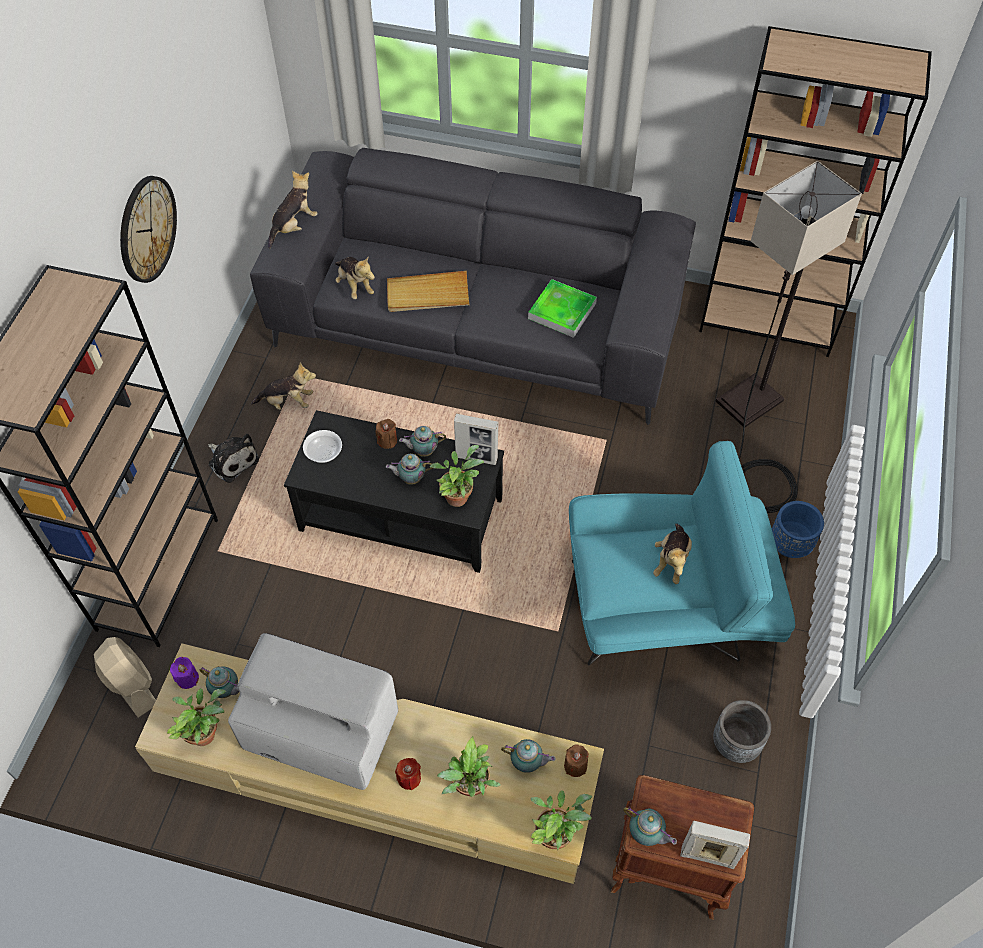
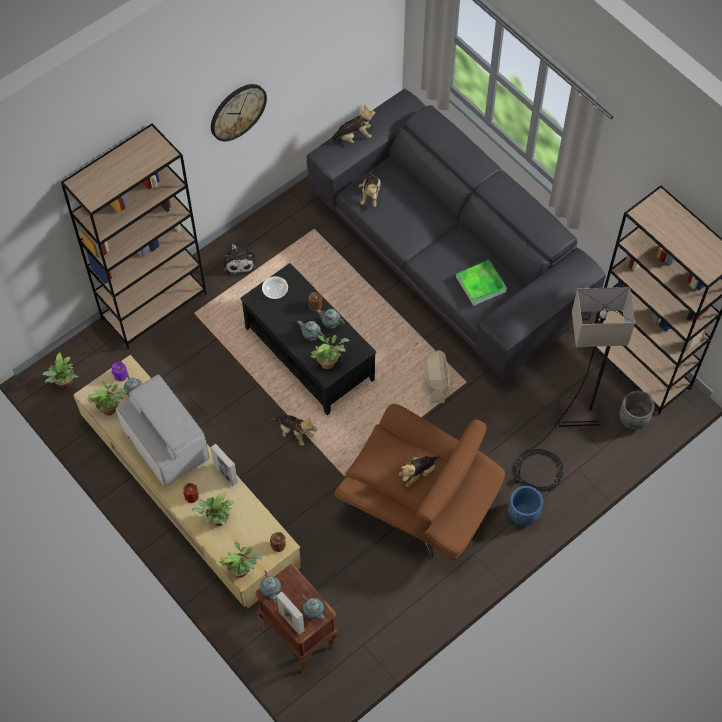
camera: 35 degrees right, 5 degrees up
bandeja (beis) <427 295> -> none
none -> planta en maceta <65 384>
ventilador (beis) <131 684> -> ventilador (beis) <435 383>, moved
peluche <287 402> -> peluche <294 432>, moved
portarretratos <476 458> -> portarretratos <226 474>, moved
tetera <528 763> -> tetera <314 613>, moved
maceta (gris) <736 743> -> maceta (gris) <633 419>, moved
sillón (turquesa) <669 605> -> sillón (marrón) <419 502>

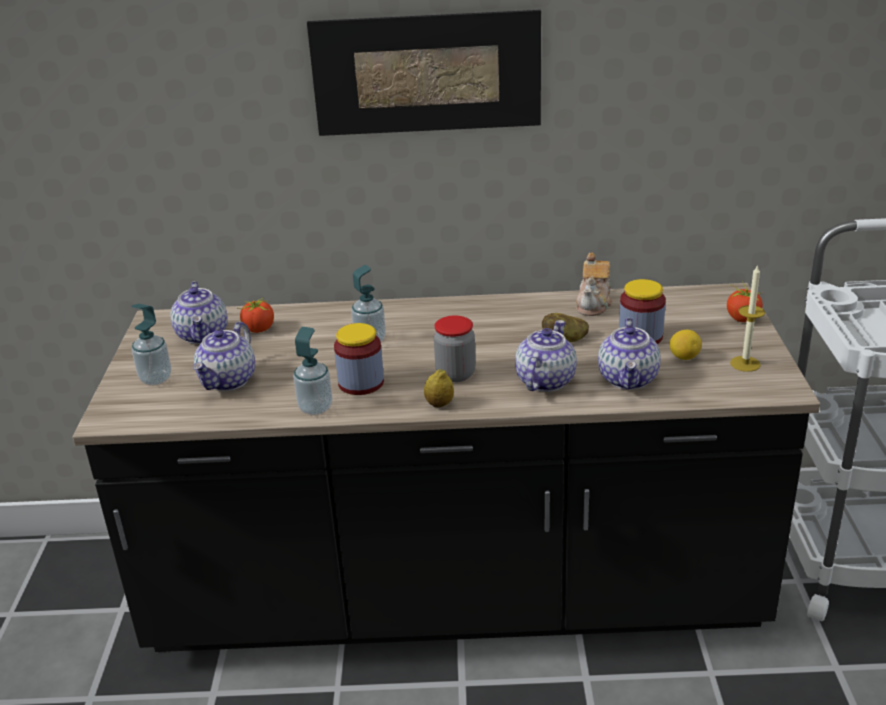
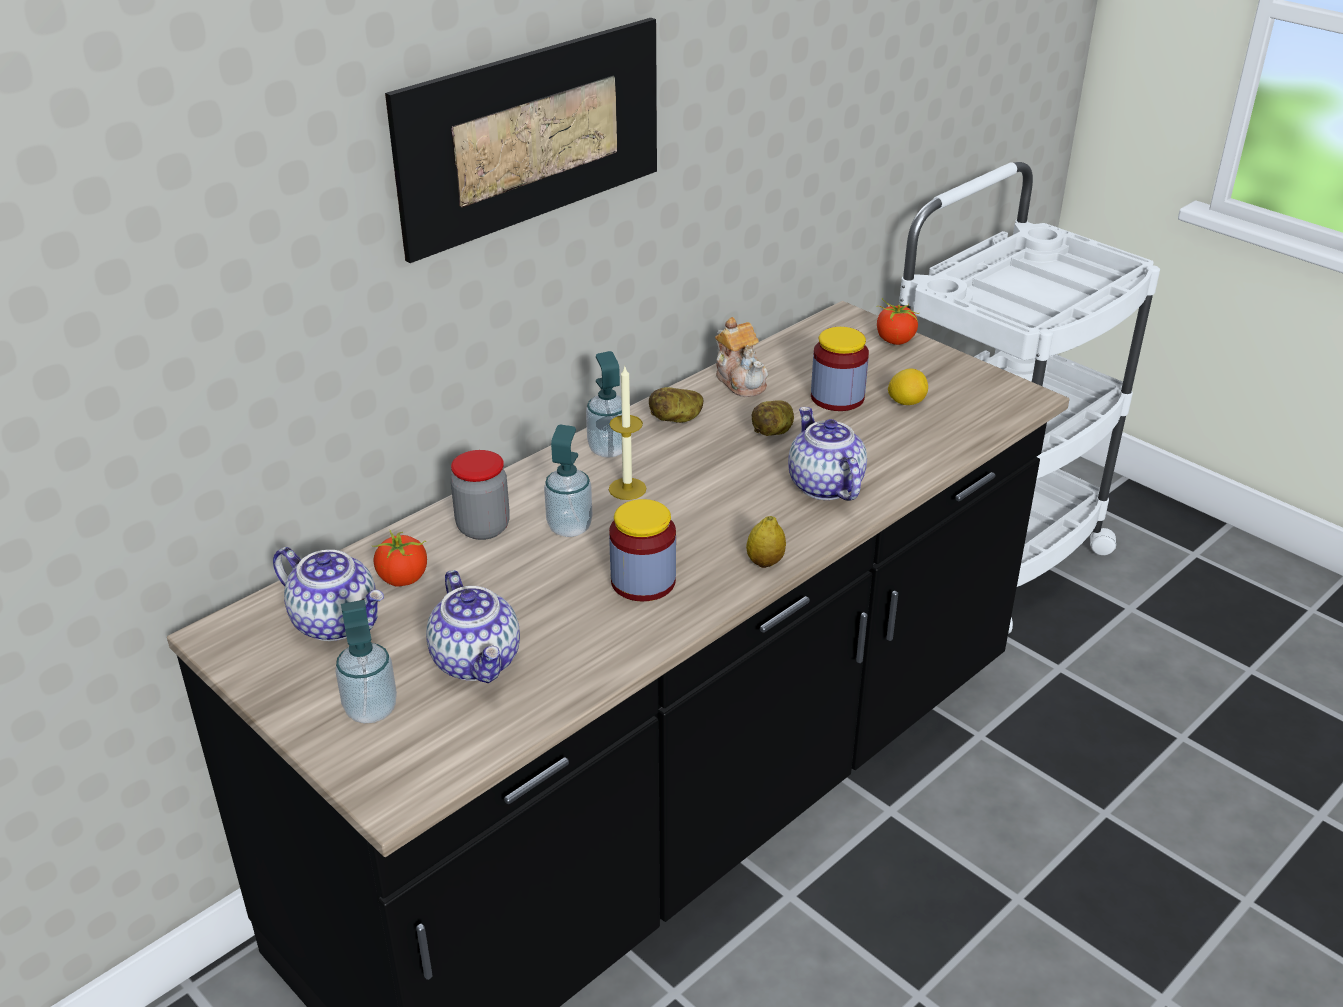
camera: 45 degrees left, 5 degrees up
tetera <629 379> -> none
none -> patata <677 419>
dispensador de jabón <315 408> -> dispensador de jabón <608 449>, moved
tarro <455 374> -> tarro <483 528>, moved
vela <745 364> -> vela <627 489>, moved

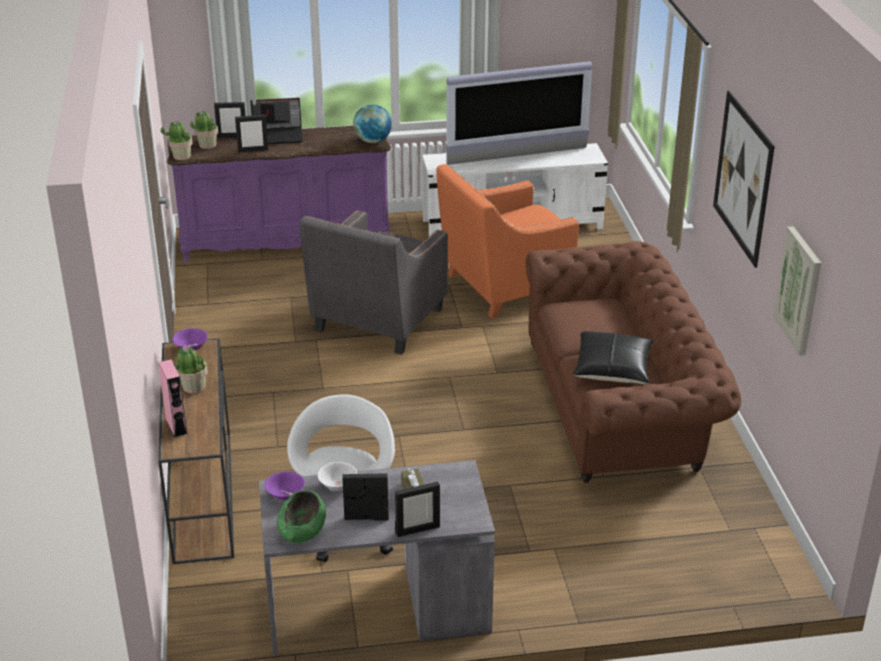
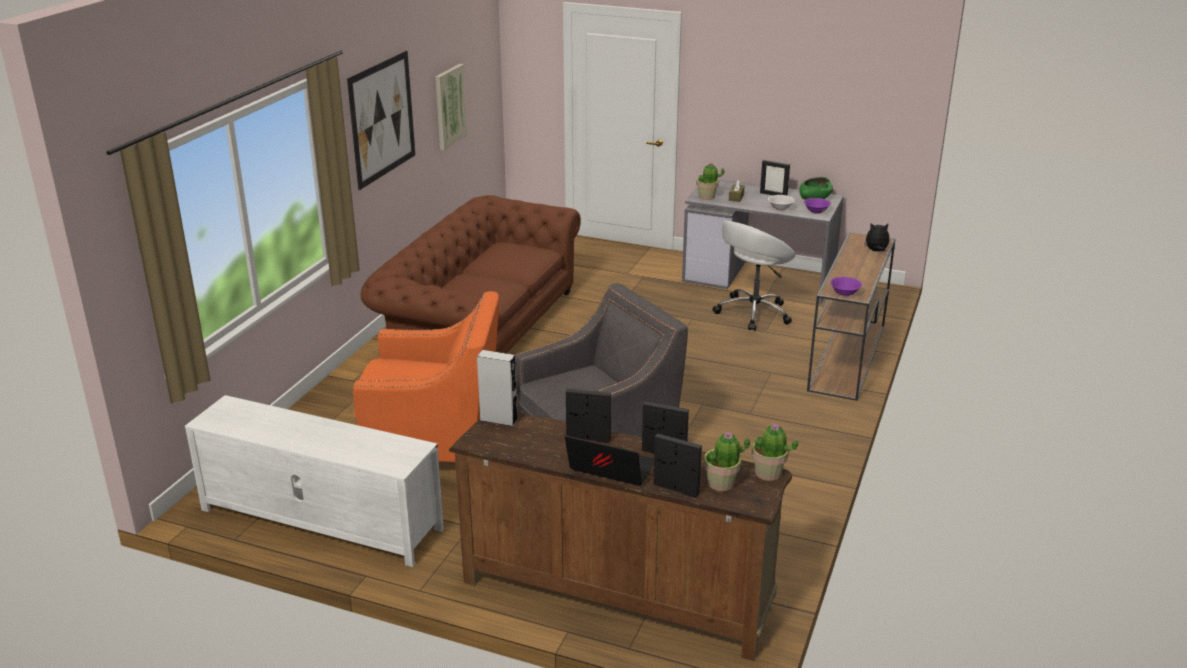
camera: 150 degrees left, 5 degrees down
televisor <517 156> -> none
cojín (negro) <612 368> -> none
planta en maceta <193 387> -> planta en maceta <707 197>, moved
portarretratos <417 529> -> portarretratos <588 439>, moved
altavoz (rosa) <176 426> -> peluche <876 251>
globo terráqueo <373 141> -> altavoz (gris) <498 420>
armario (morado) <286 243> -> armario (beis) <617 593>

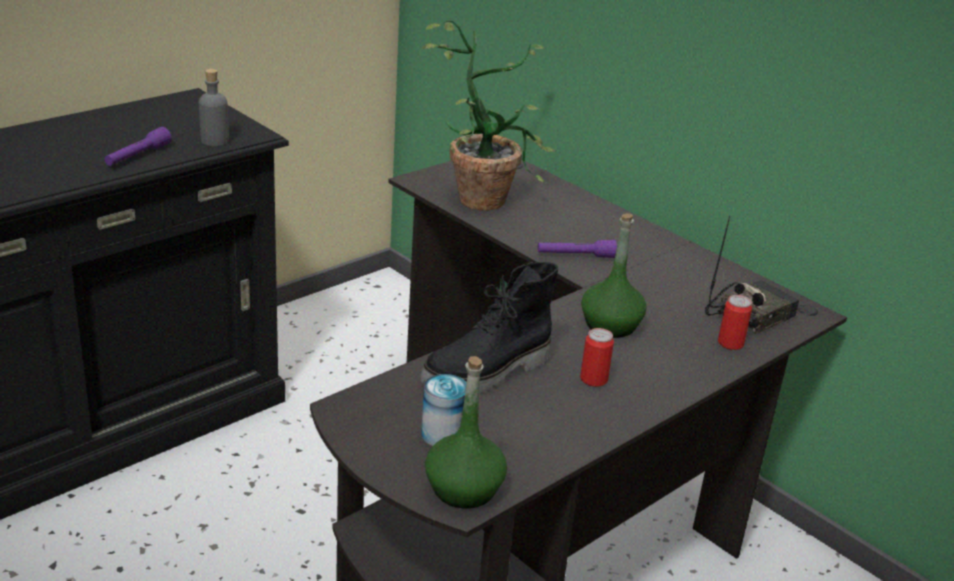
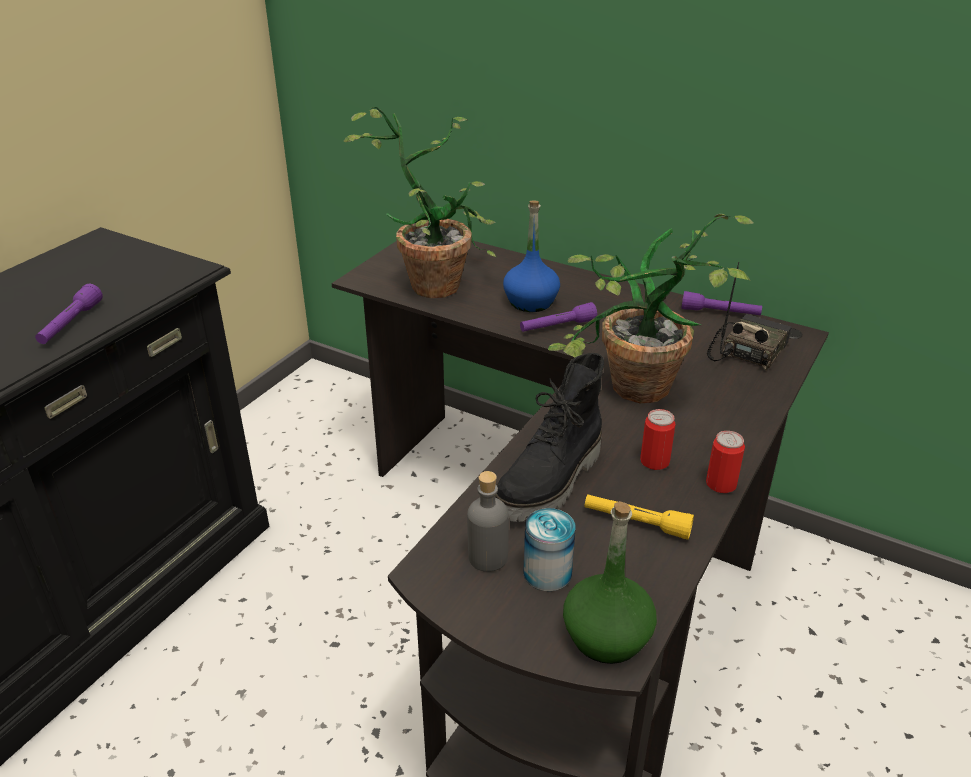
camera: 15 degrees left, 5 degrees up
none -> botella (azul) <530 302>
none -> linterna (amarillo) <636 523>
none -> linterna (morado) <720 313>
botella (gris) <215 141> -> botella (gris) <487 557>, moved
lata <730 343> -> lata <721 484>, moved
botella (verde) <610 325> -> planta en maceta <633 395>

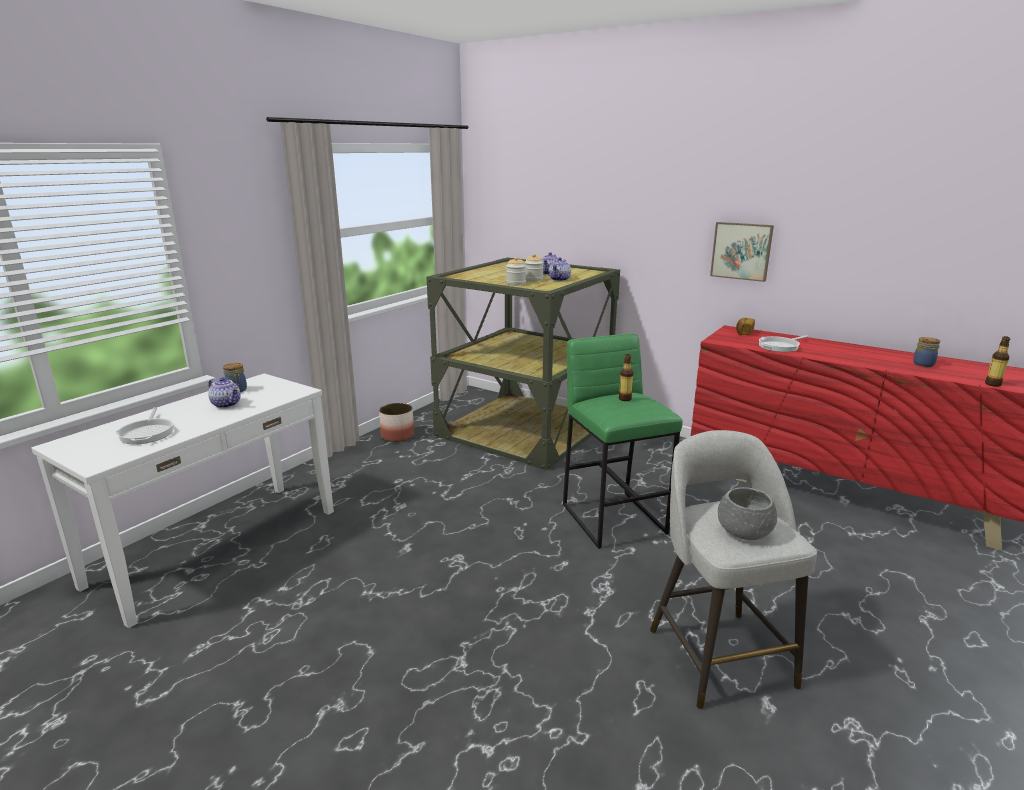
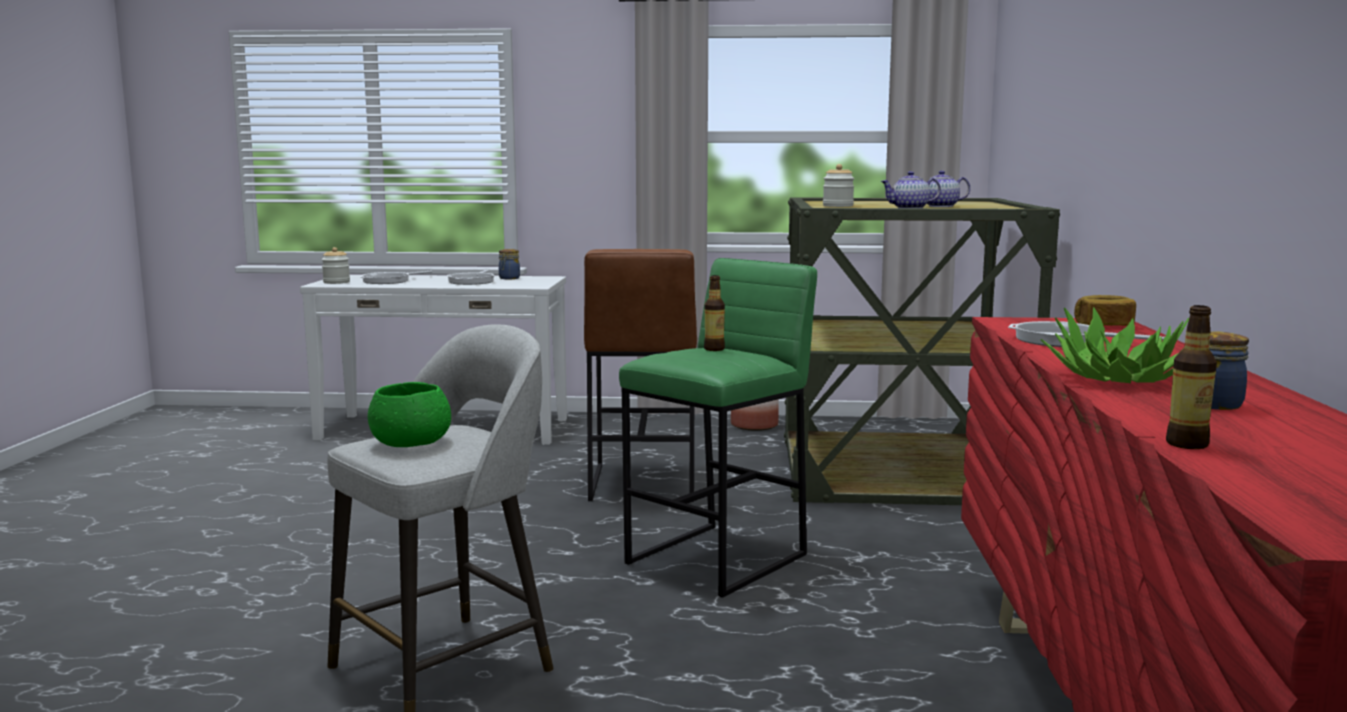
camera: 60 degrees right, 10 degrees down
cuadro <741 251> -> none
none -> taburete (marrón) <643 484>
none -> planta en maceta <1118 377>
tarro <533 279> -> tarro <336 282>, moved
tetera <227 404> -> sartén <472 281>
cuenco (gris) <745 531> -> cuenco (verde) <411 442>

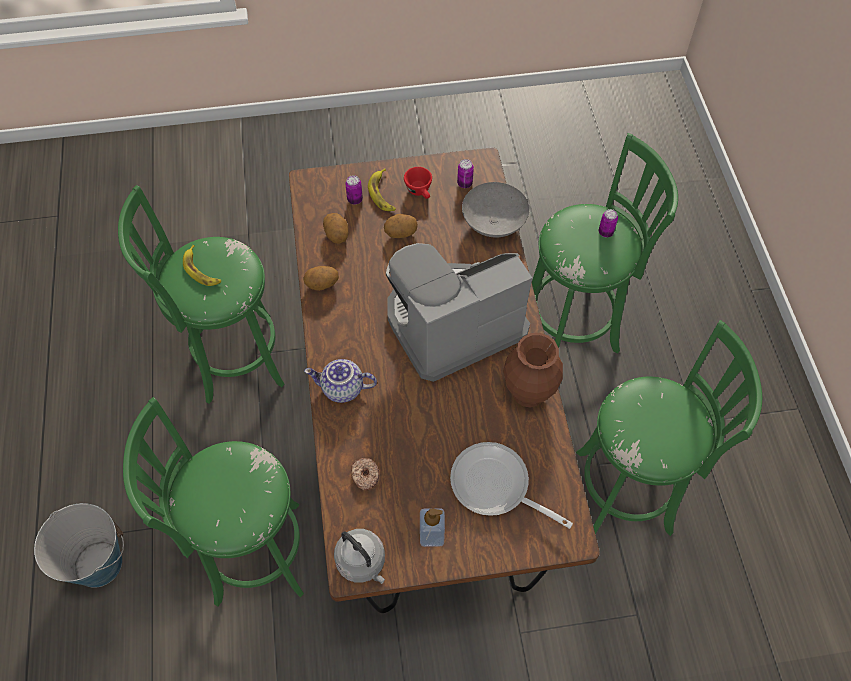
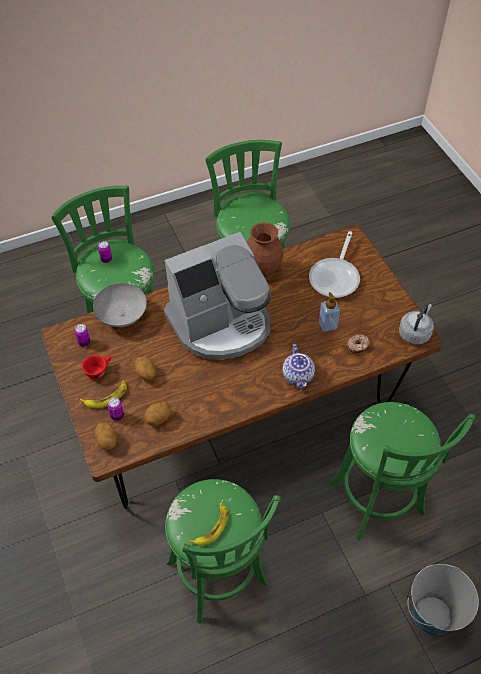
camera: 105 degrees left, 5 degrees down
patata <322 285> -> patata <107 441>, moved
dispensador de jabón <431 535> -> dispensador de jabón <327 324>, moved
cafetera <452 323> -> cafetera <221 323>, 75 degrees counterclockwise

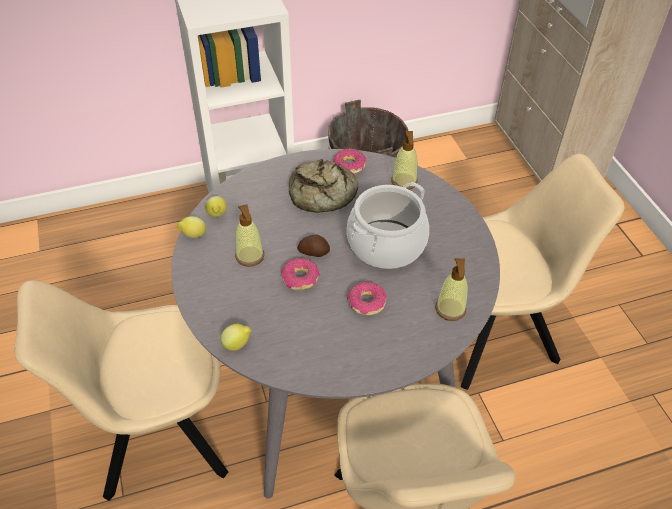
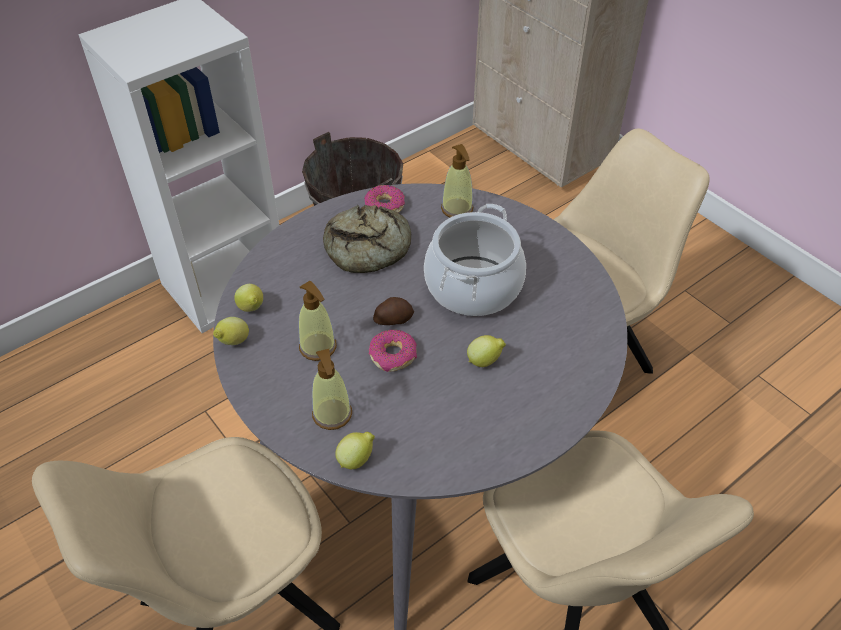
camera: 20 degrees left, 0 degrees up
dispensador de jabón <450 309> -> dispensador de jabón <332 414>, moved
rosquilla <366 302> -> limón <485 361>

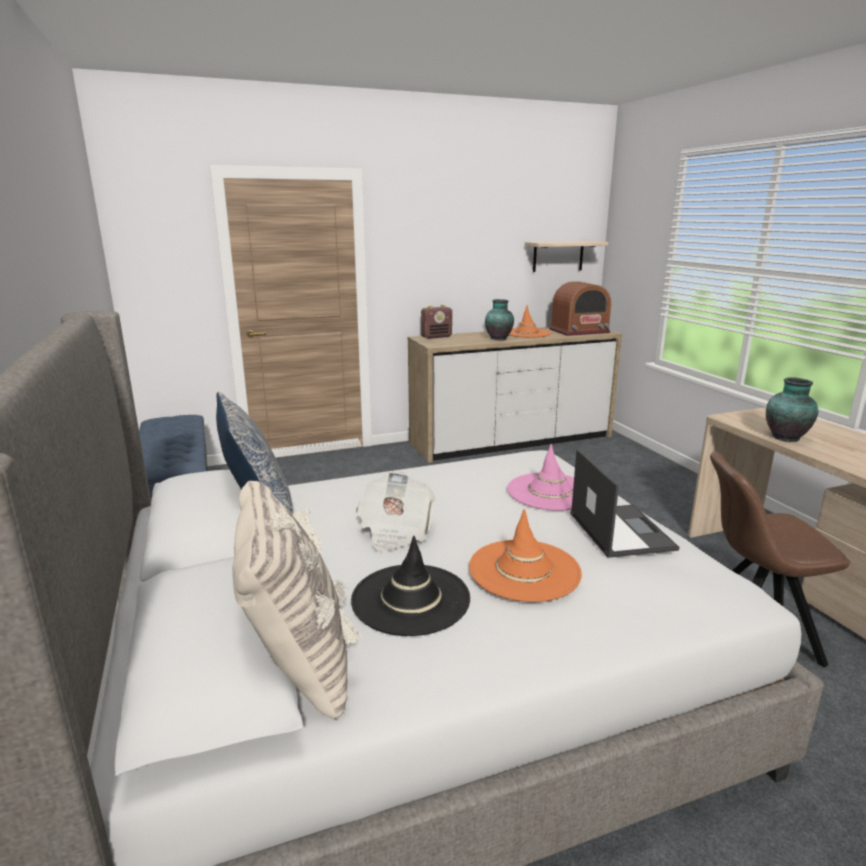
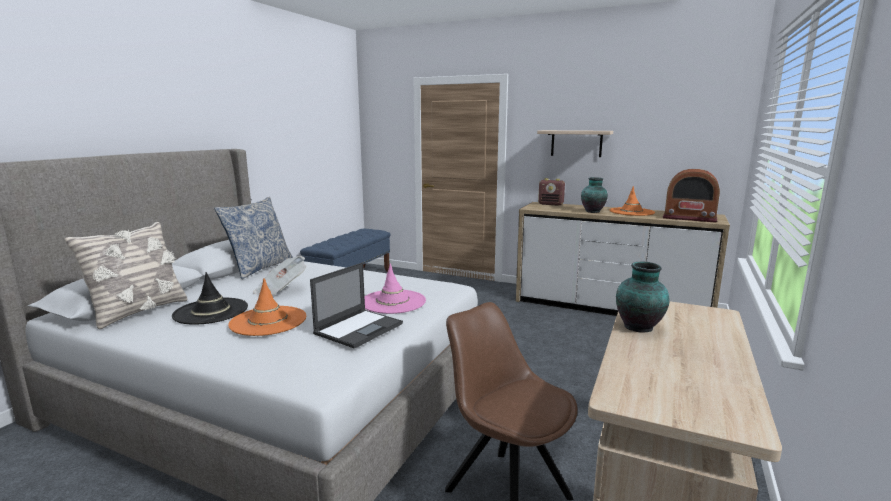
camera: 45 degrees right, 5 degrees down
estante <558 256> -> estante <576 143>, moved

